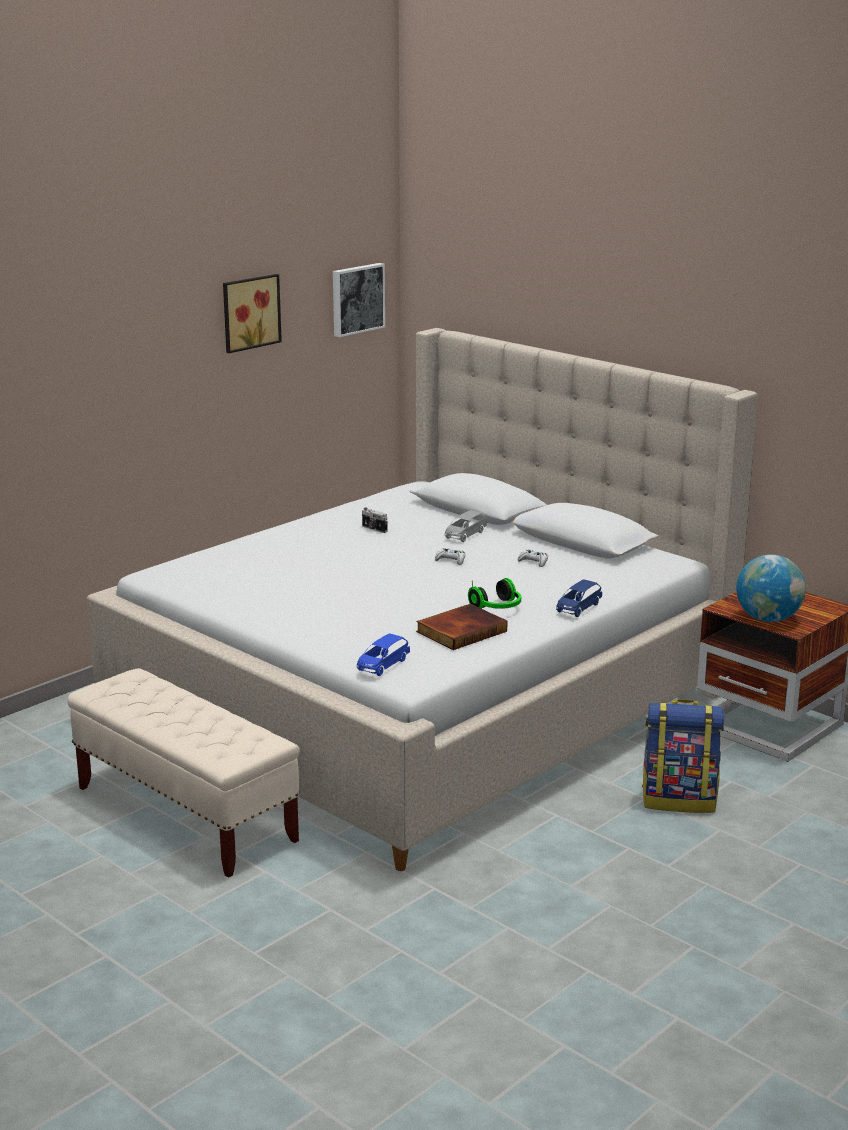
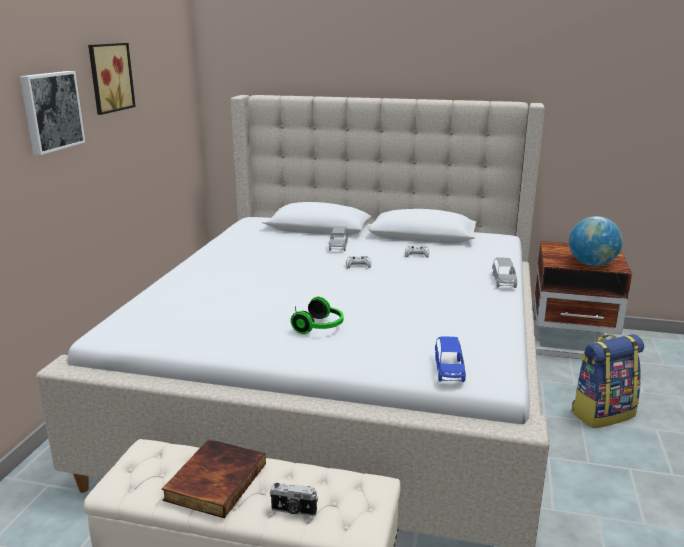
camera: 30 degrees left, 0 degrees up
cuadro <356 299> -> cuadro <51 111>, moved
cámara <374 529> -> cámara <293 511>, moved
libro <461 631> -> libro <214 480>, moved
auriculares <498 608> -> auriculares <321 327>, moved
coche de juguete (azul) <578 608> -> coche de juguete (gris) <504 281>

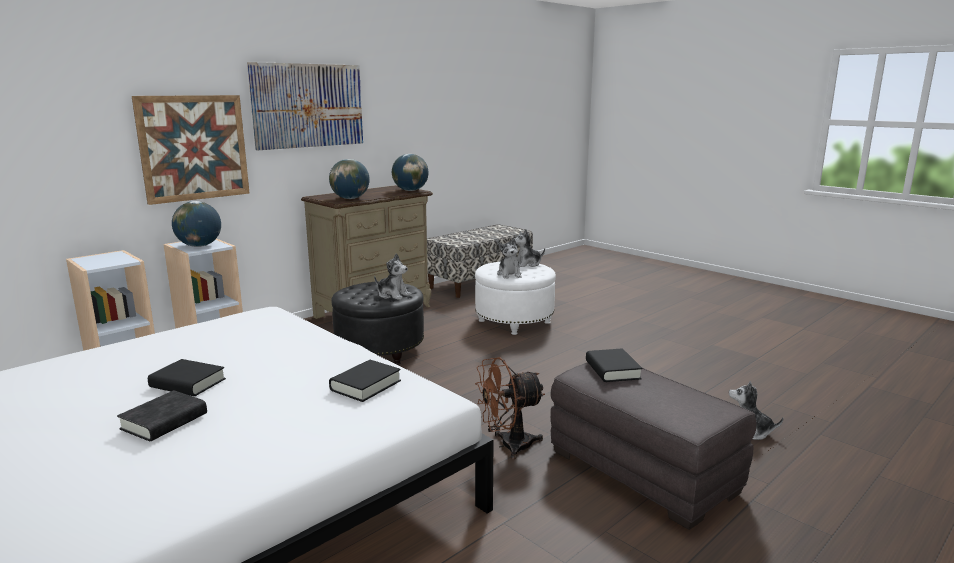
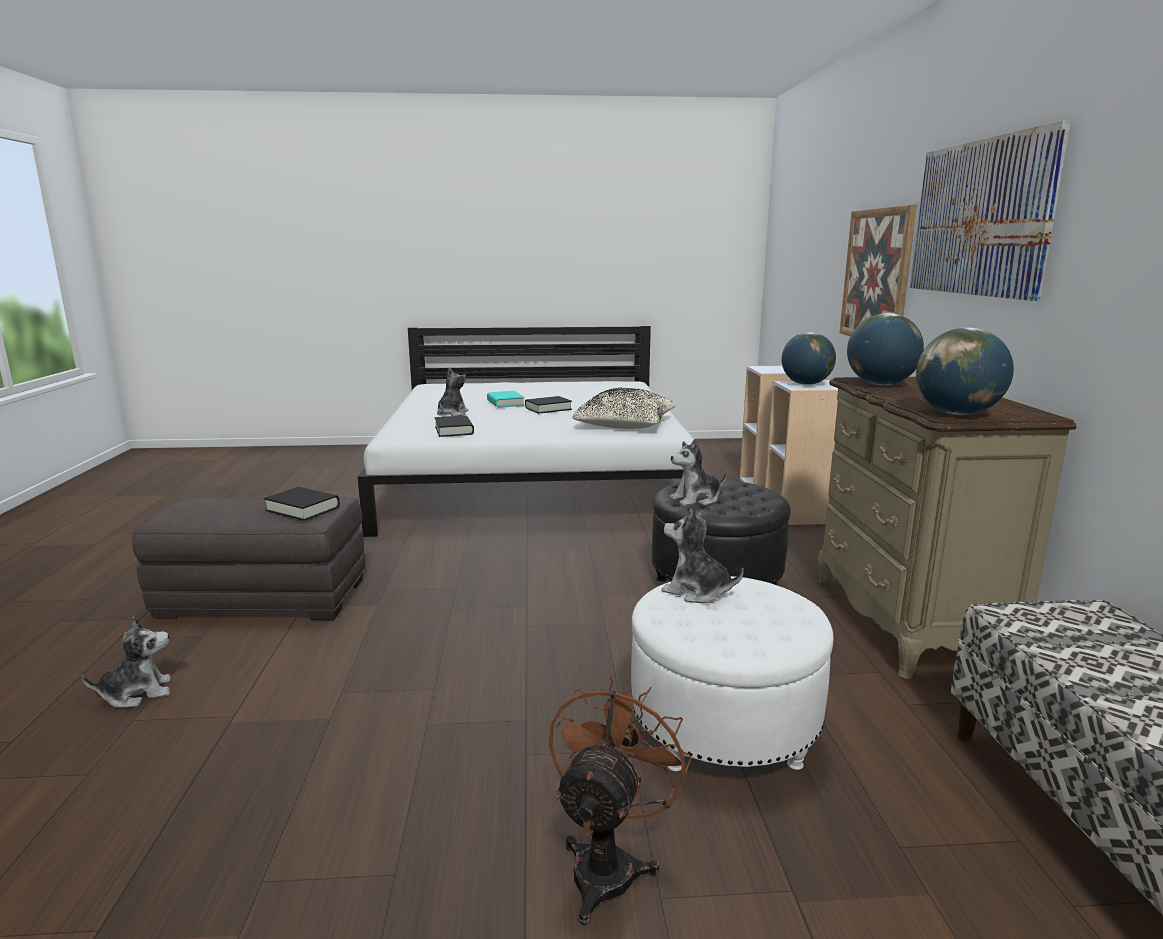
camera: 130 degrees right, 0 degrees up
none -> cojín (beis) <625 424>
ventilador (marrón) <508 446> -> ventilador (marrón) <609 864>, moved
peluche <527 264> -> peluche <451 414>, moved
libro (negro) <164 421> -> libro (turquesa) <505 403>

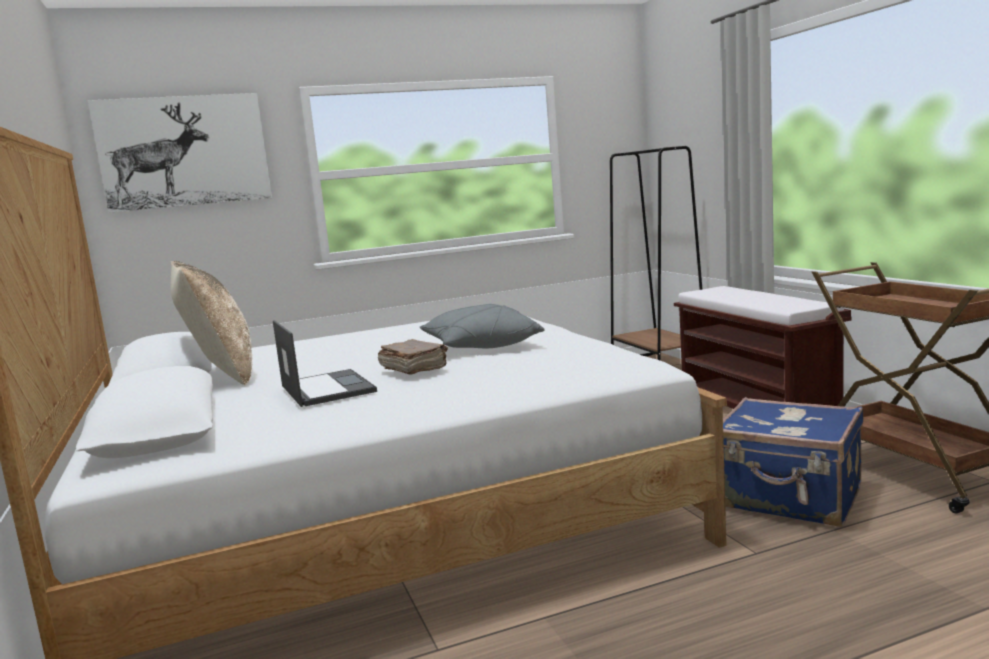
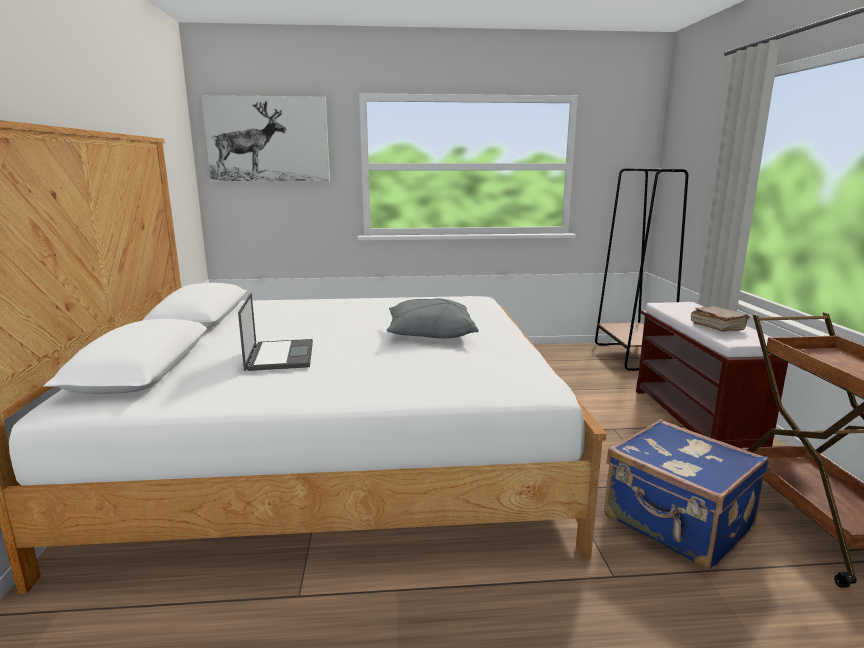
camera: 15 degrees right, 5 degrees up
cojín (beis) <221 377> -> none
libro (marrón) <413 369> -> libro (marrón) <717 327>, moved

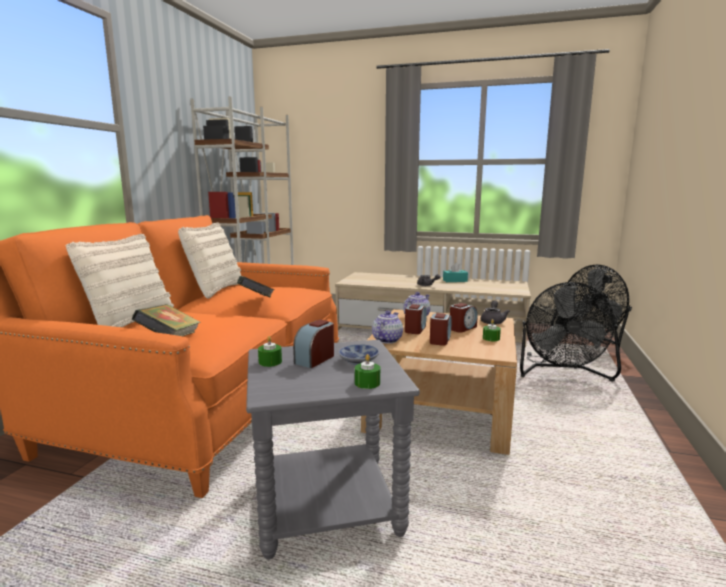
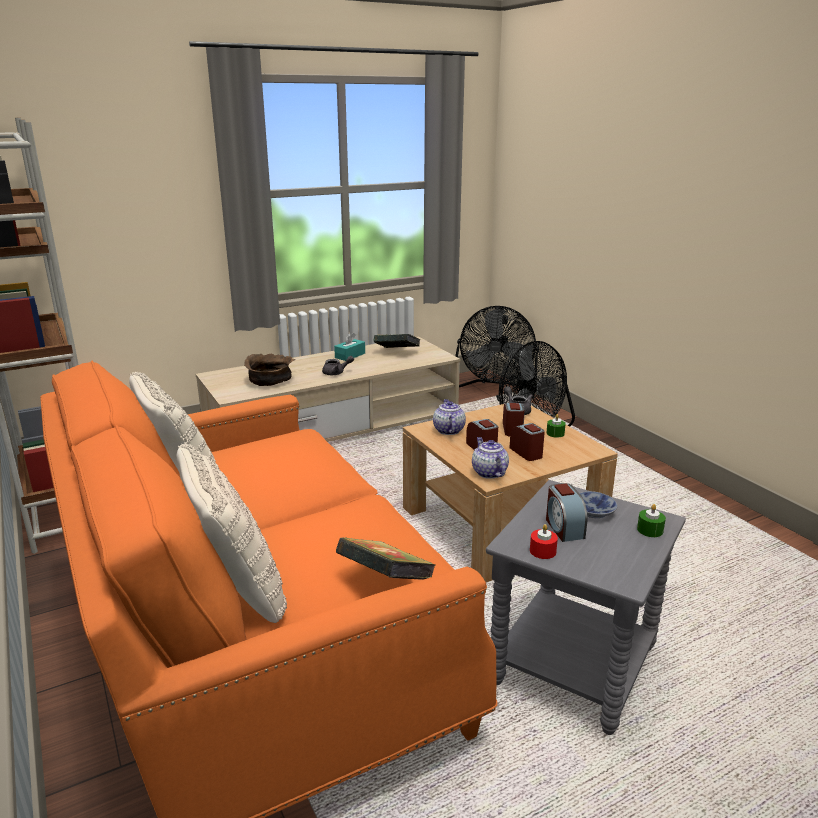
camera: 45 degrees left, 10 degrees up
none -> cuenco (marrón) <270 381>
libro <256 301> -> libro <397 353>, moved
vela (verde) <270 362> -> vela (rojo) <542 551>

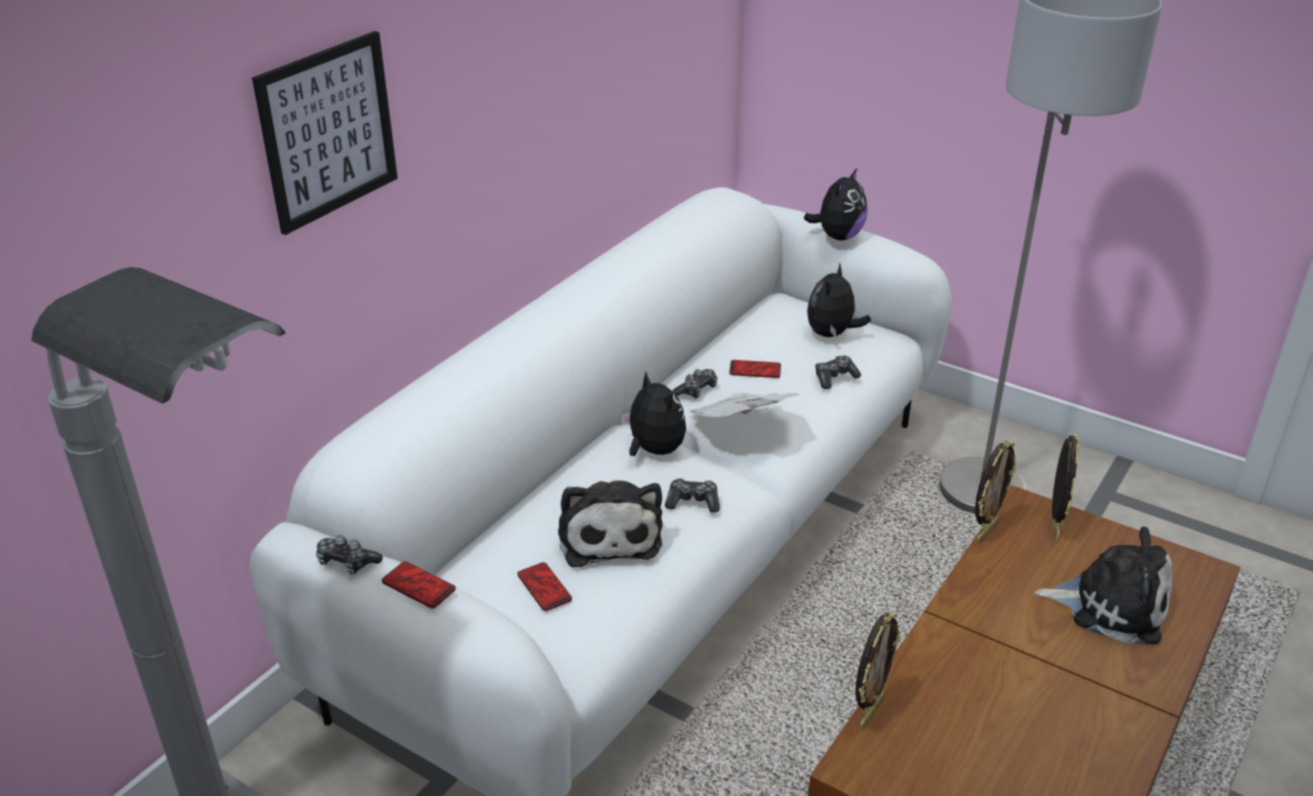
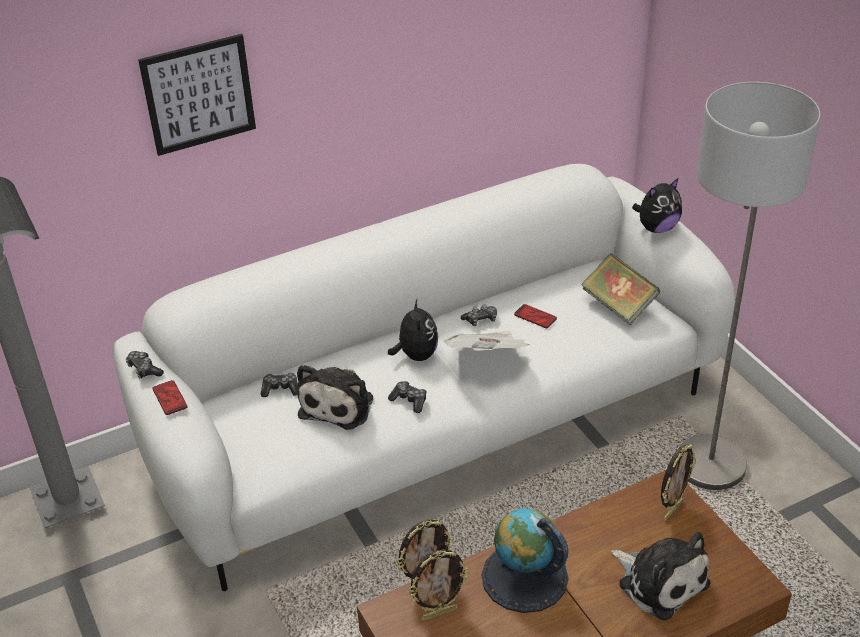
camera: 30 degrees right, 5 degrees up
móvil <544 587> -> none
none -> globo terráqueo <524 577>
mando de consola <835 378> -> mando de consola <281 389>, moved
portarretratos <985 532> -> portarretratos <439 613>, moved
peluche <832 334> -> libro <618 305>

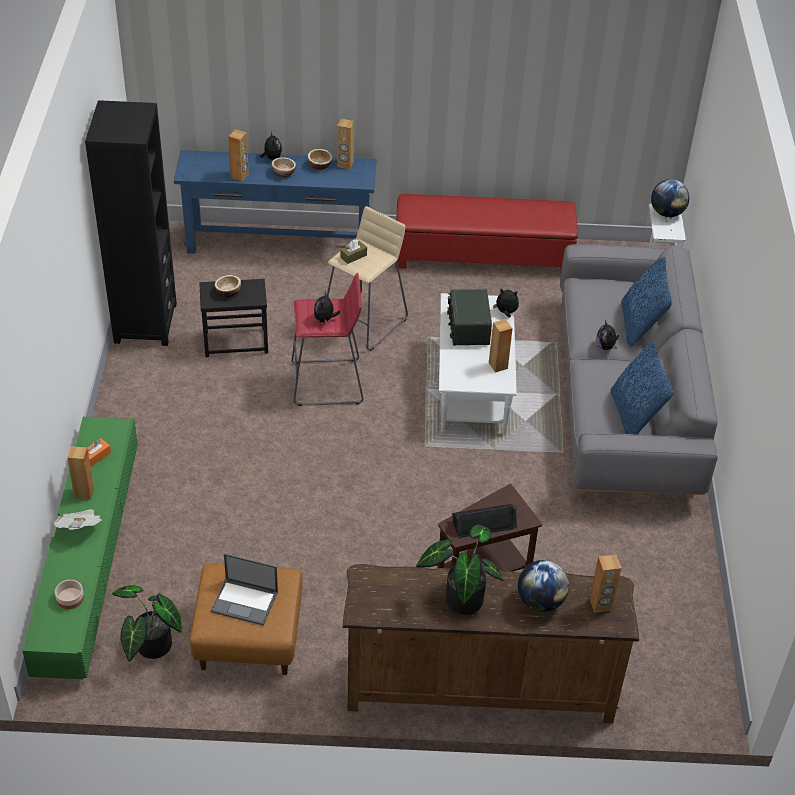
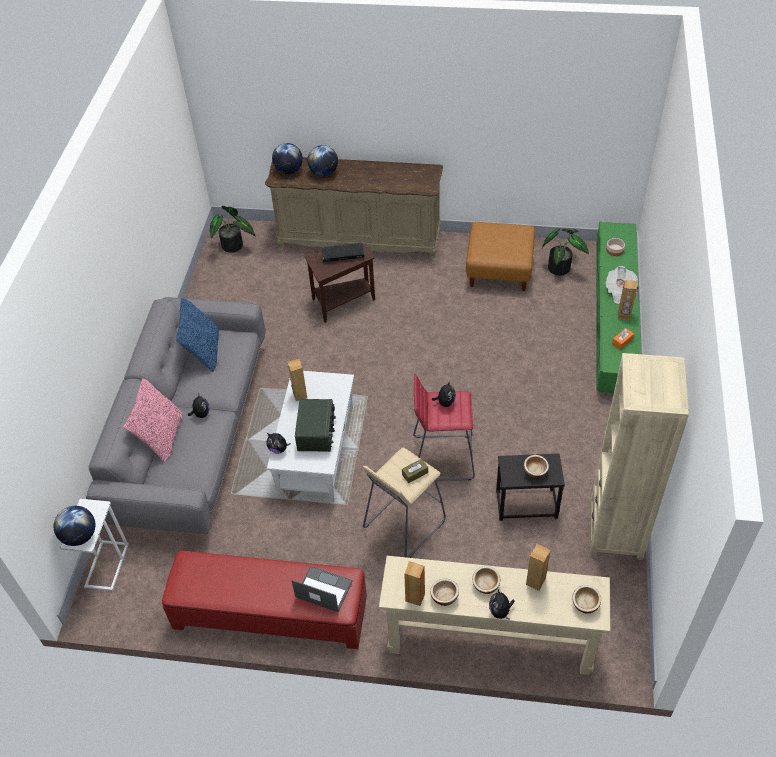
camera: 170 degrees left, 5 degrees up
none -> cuenco <585 604>
portátil <245 601> -> portátil <323 589>, moved
planta en maceta <460 597> -> planta en maceta <234 247>, moved
altavoz (marrón) <600 604> -> globo terráqueo <289 170>
estantería (negro) <145 323> -> estantería (beis) <616 530>
mesa consola (azul) <278 243> -> mesa consola (beis) <490 639>
cojín (azul) <641 324> -> cojín (rosa) <161 436>

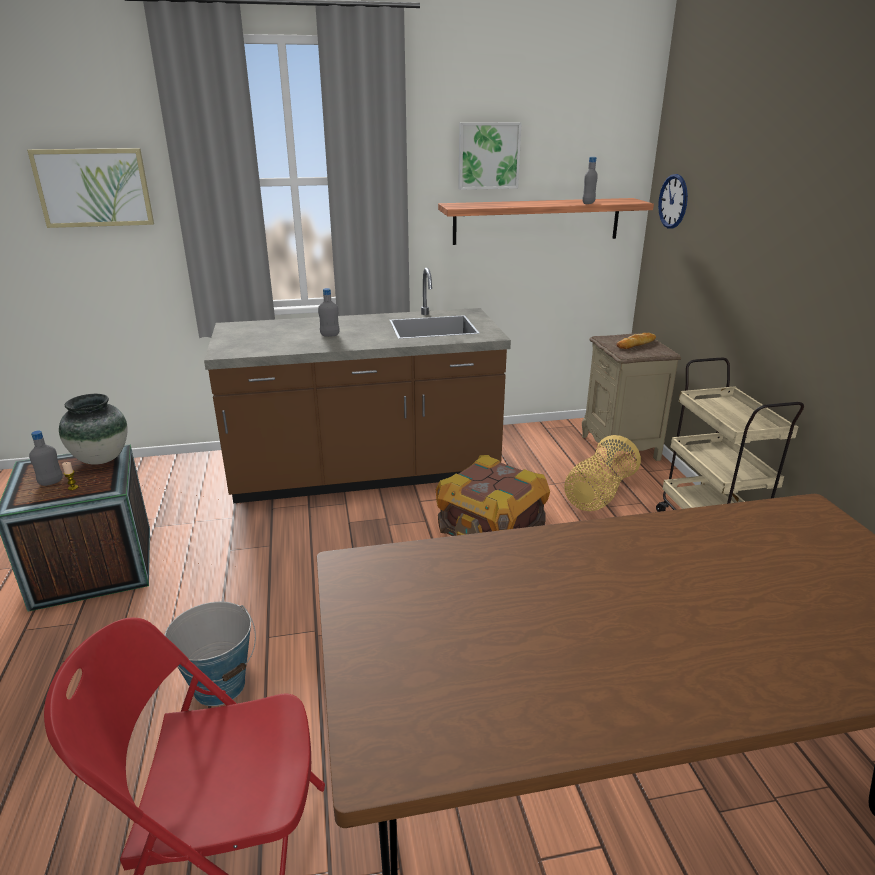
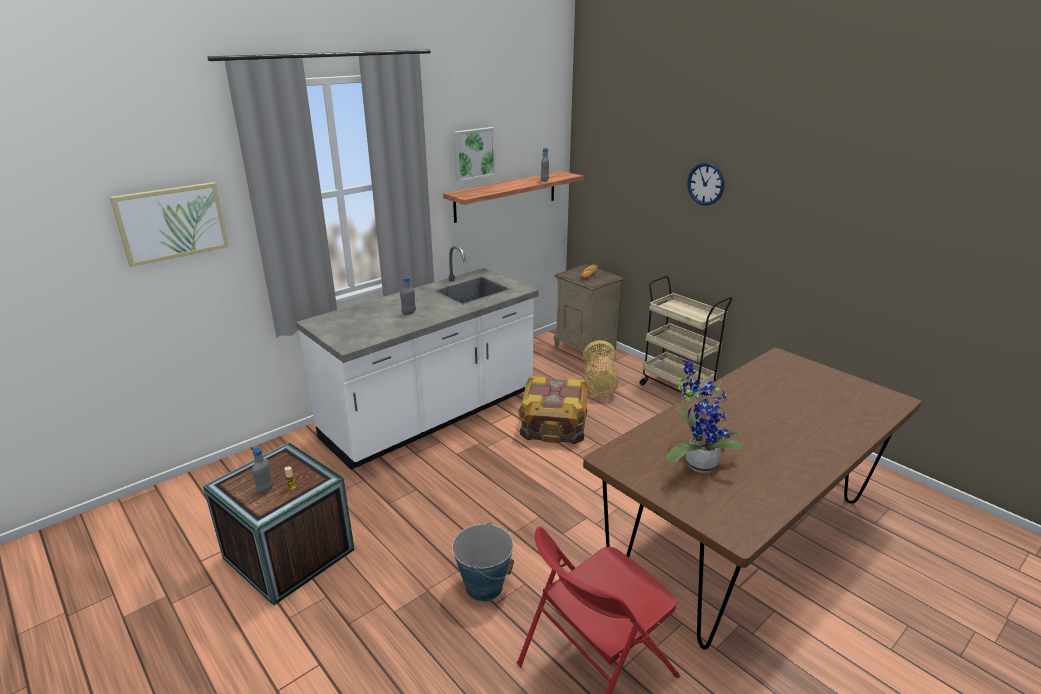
camera: 30 degrees left, 0 degrees up
florero <101 459> -> none
none -> planta en maceta <697 463>
reloj de pared <673 201> -> reloj de pared <705 184>, moved
mueble bajo de cocina (marrón) <365 474> -> mueble bajo de cocina (blanco) <432 416>

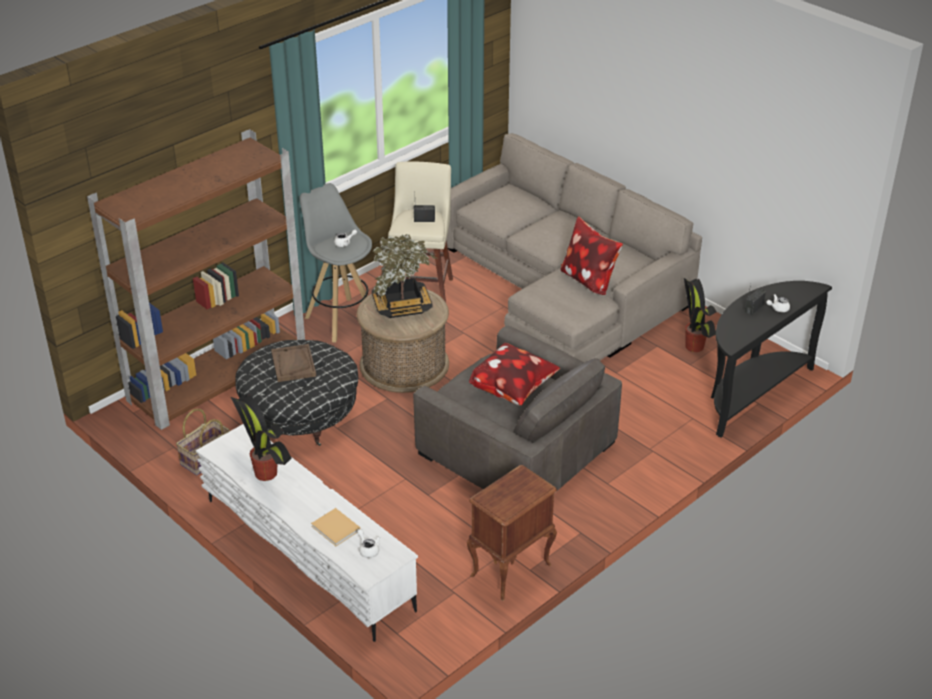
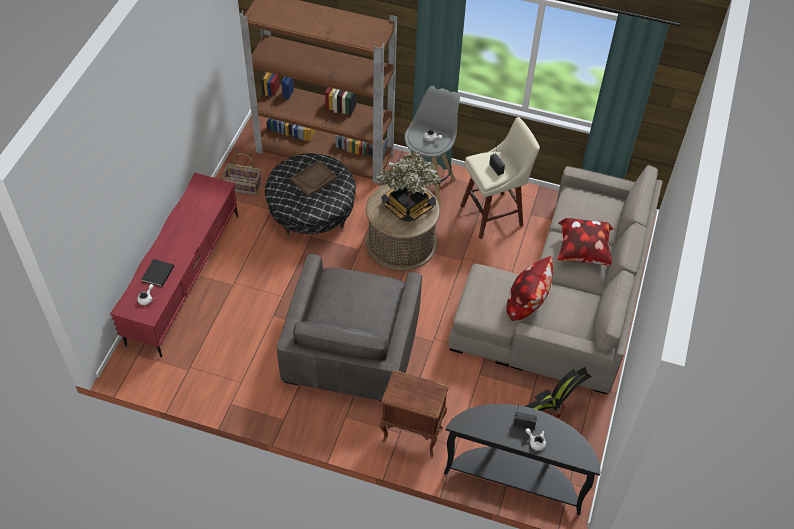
camera: 60 degrees right, 15 degrees up
planta en maceta <266 474> -> none
mesita de noche (marrón) <510 571> -> mesita de noche (marrón) <411 434>, moved
cojín <514 390> -> cojín <583 253>, moved
mueble de televisión (blanco) <306 555> -> mueble de televisión (rojo) <183 277>
libro (beis) <336 529> -> libro (negro) <157 274>

